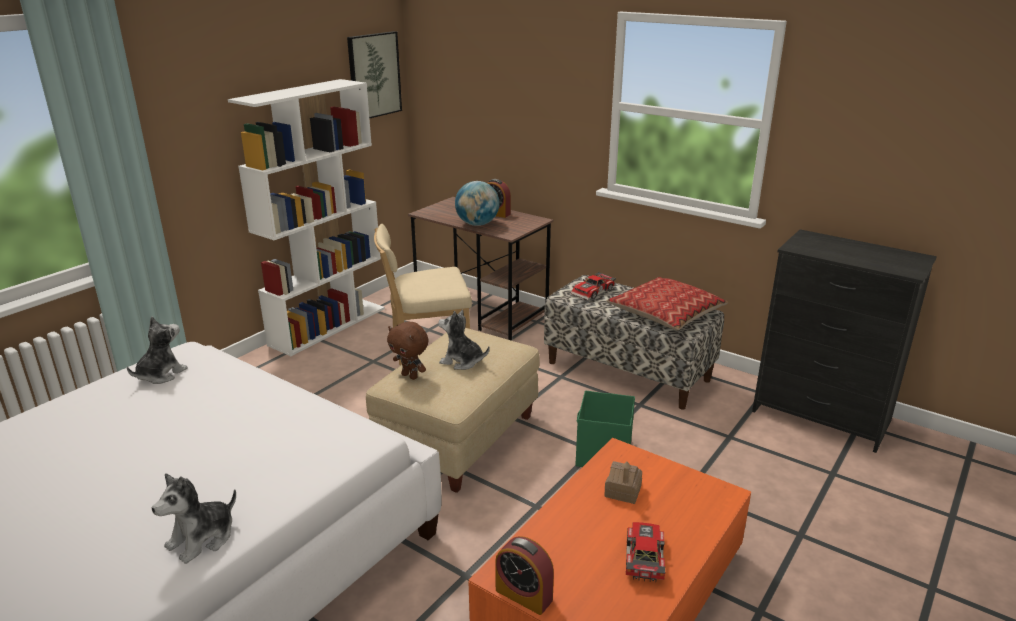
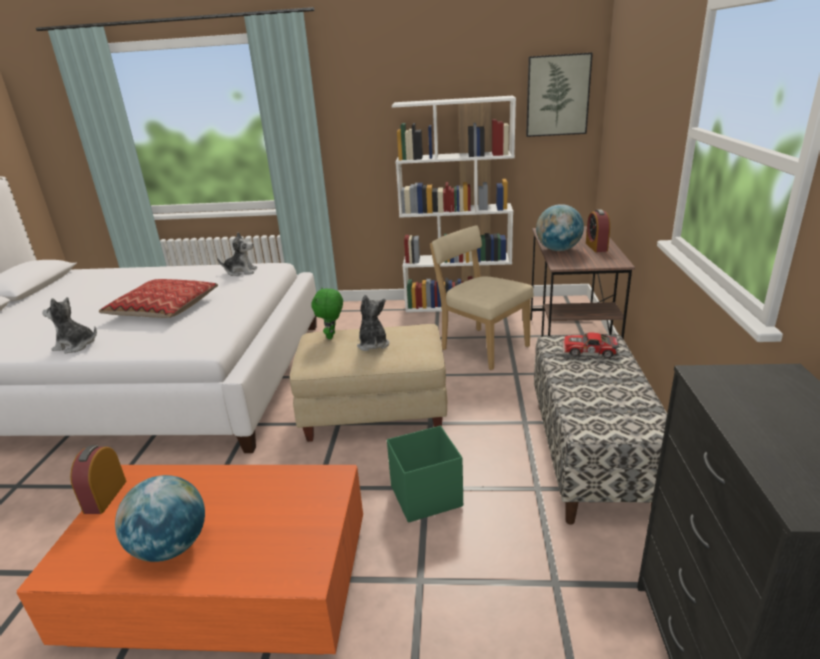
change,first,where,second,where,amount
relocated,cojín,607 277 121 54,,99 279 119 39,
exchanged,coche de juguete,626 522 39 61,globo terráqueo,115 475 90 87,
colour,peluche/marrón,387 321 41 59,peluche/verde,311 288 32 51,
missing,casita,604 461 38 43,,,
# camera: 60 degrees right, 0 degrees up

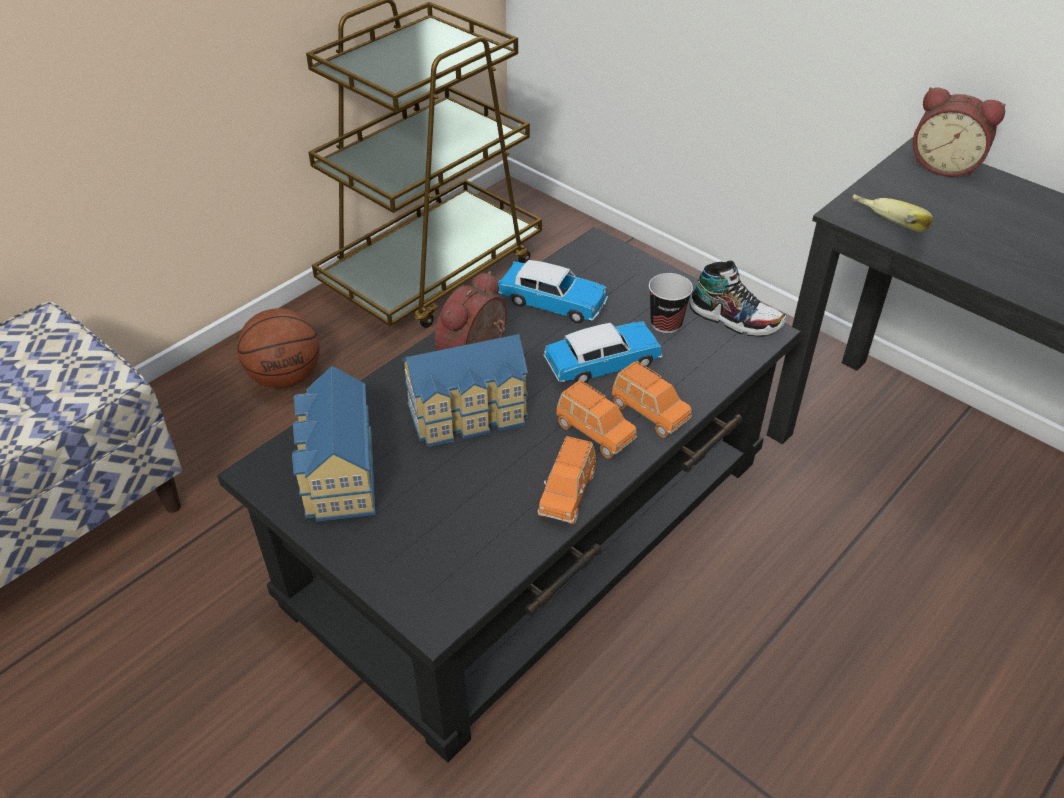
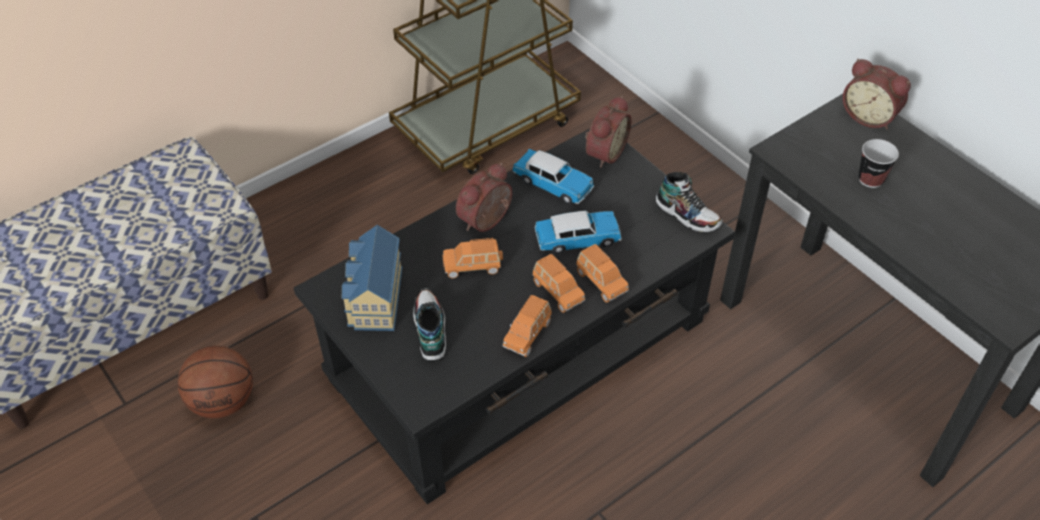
change,first,where,second,where,amount
relocated,balón de baloncesto,237 308 83 80,,178 346 75 72,
appeared,,,zapato,413 289 33 73,
exchanged,casita,402 334 126 113,coche de juguete/naranja,443 238 60 40,
appeared,,,despertador,585 96 47 72,
relocated,taza,649 273 44 60,,858 139 41 49,
missing,plátano,852 194 81 38,,,
# camera: 10 degrees right, 5 degrees up

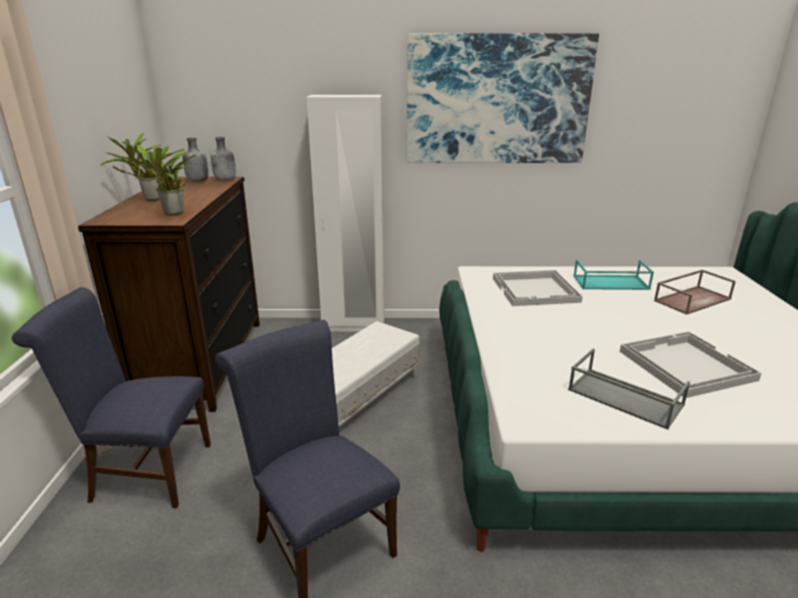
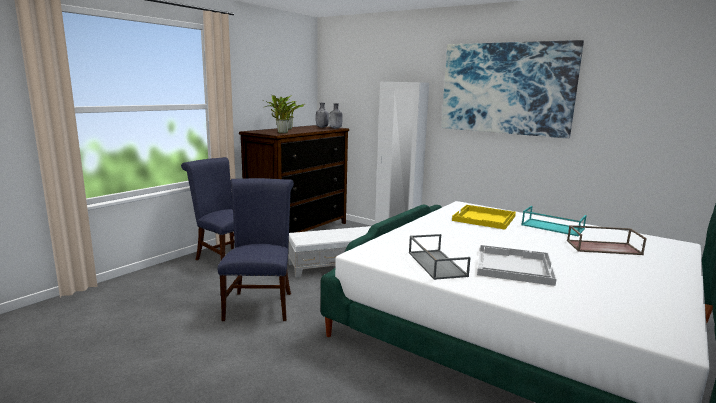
change,first,where,second,where,amount
colour,bandeja/blanco,493 270 90 36,bandeja/amarillo,452 205 64 24,
# camera: 35 degrees right, 10 degrees down

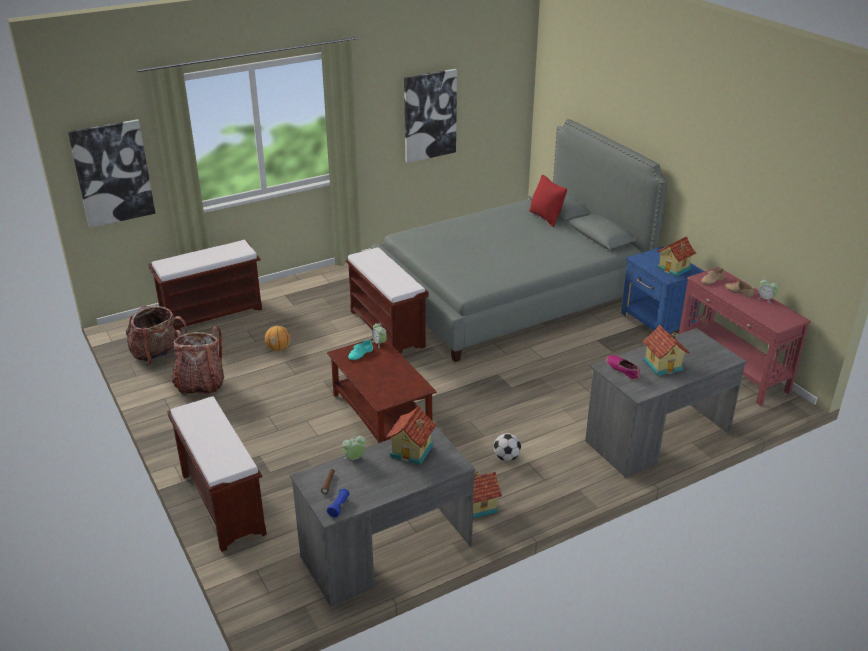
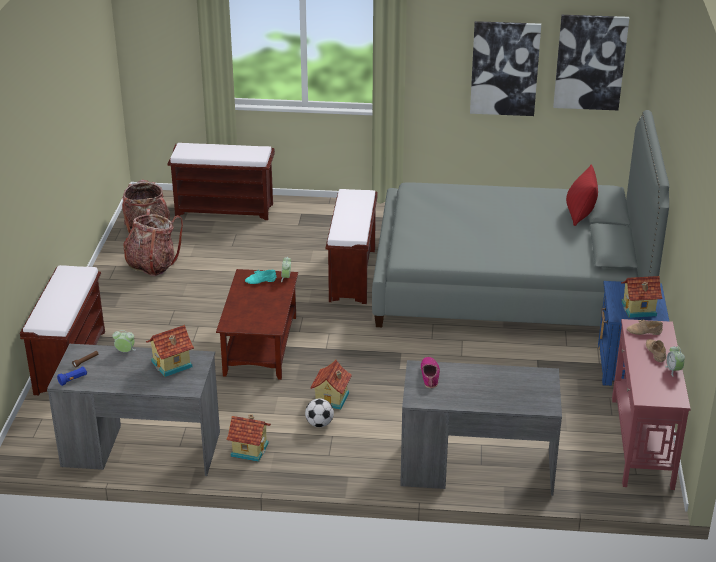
change,first,where,second,where,amount
relocated,casita,642 325 48 51,,310 360 42 50,
relocated,cuadro,68 119 87 109,,553 15 76 95,
missing,balón de baloncesto,265 326 26 25,,,
# camera: 35 degrees right, 0 degrees up

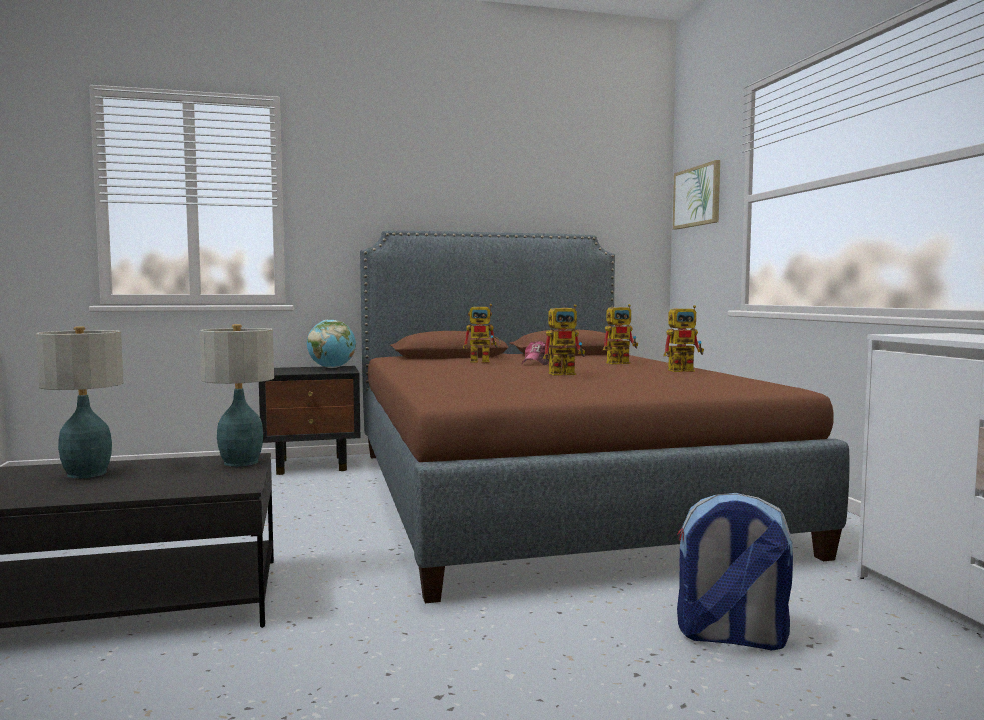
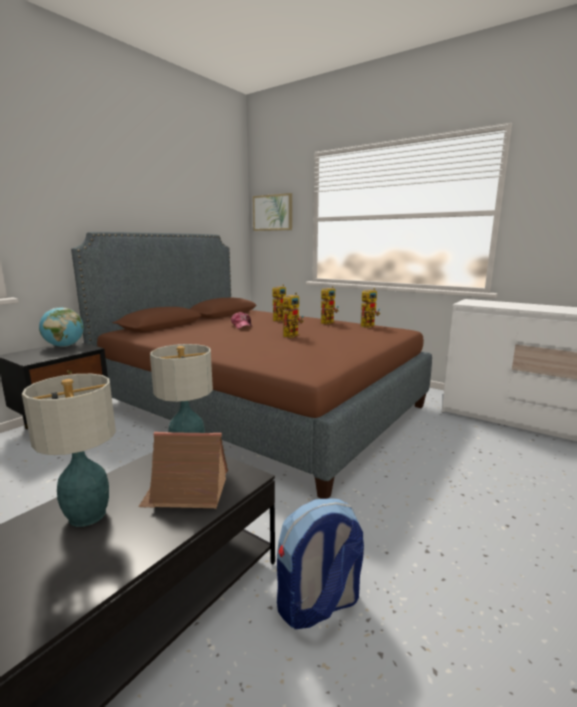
change,first,where,second,where,amount
appeared,,,casita,139 432 89 77,
relocated,mochila,677 493 116 157,,277 498 87 131,
relocated,robot de juguete,463 304 38 58,,361 288 19 40,
# camera: 40 degrees left, 10 degrees up

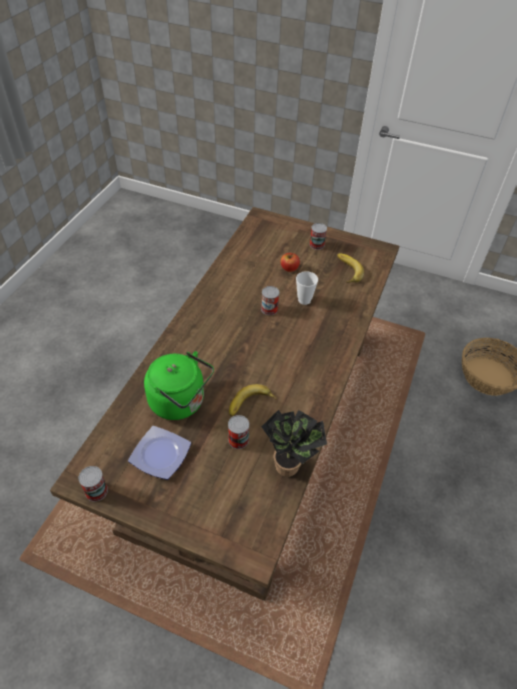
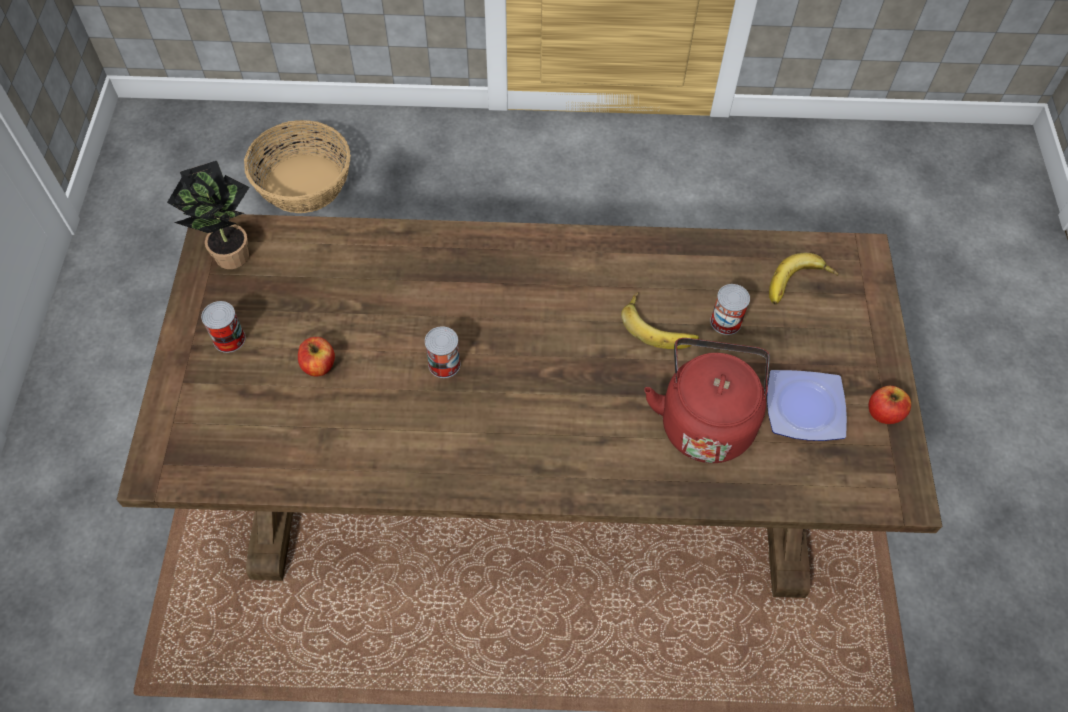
change,first,where,second,where,amount
relocated,planta en maceta,261 410 66 67,,167 161 82 108,
colour,hervidor/verde,144 351 70 69,hervidor/rojo,644 338 126 125,
relocated,plátano,337 253 27 30,,769 253 70 52,
appeared,,,manzana,868 386 43 38,
missing,lata,79 466 29 36,,,
missing,taza,296 271 22 34,,,
# camera: 110 degrees left, 10 degrees up

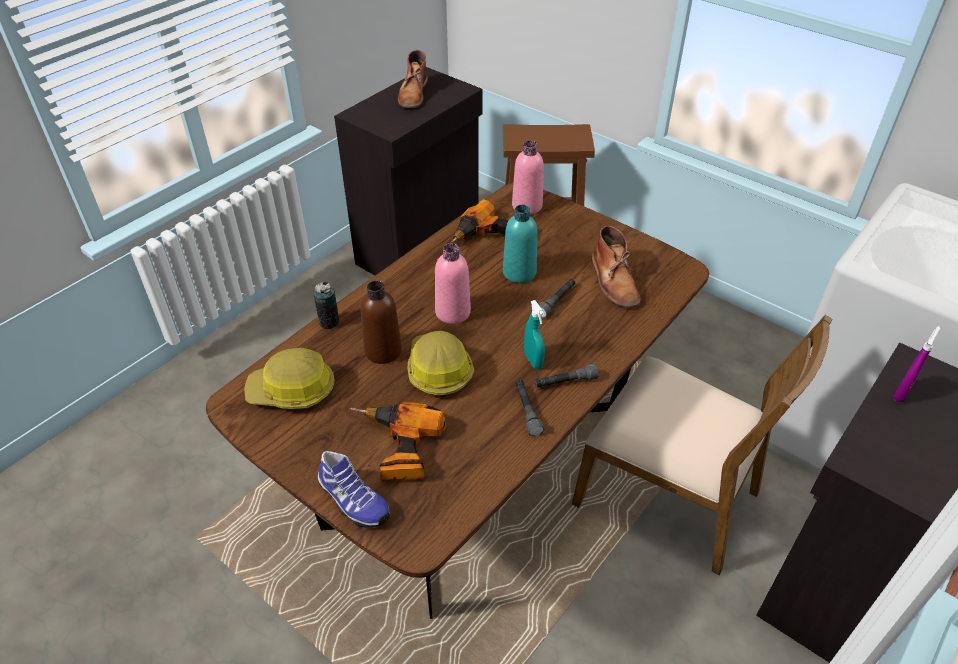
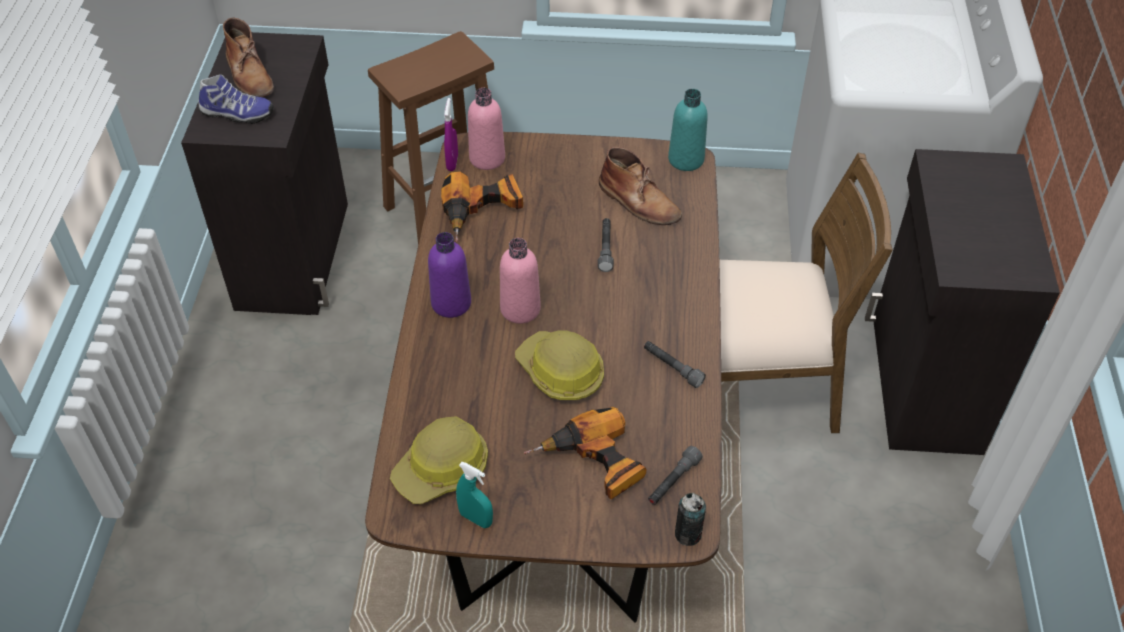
change,first,where,second,where,amount
relocated,zapato,318 451 72 77,,198 74 76 50,
appeared,,,botella/morado,428 232 43 86,
relocated,pulverizador/morado,893 326 48 76,,444 98 14 73,
relocated,pulverizador/turquesa,524 300 21 69,,456 462 37 66,
relocated,linterna/gris,534 364 65 24,,648 446 55 59,
relocated,botella/turquesa,503 205 34 78,,668 89 40 82,
relocated,lata,313 282 26 47,,675 493 31 53,
missing,botella/marrón,360 281 42 83,,,
# camera: 35 degrees left, 5 degrees up

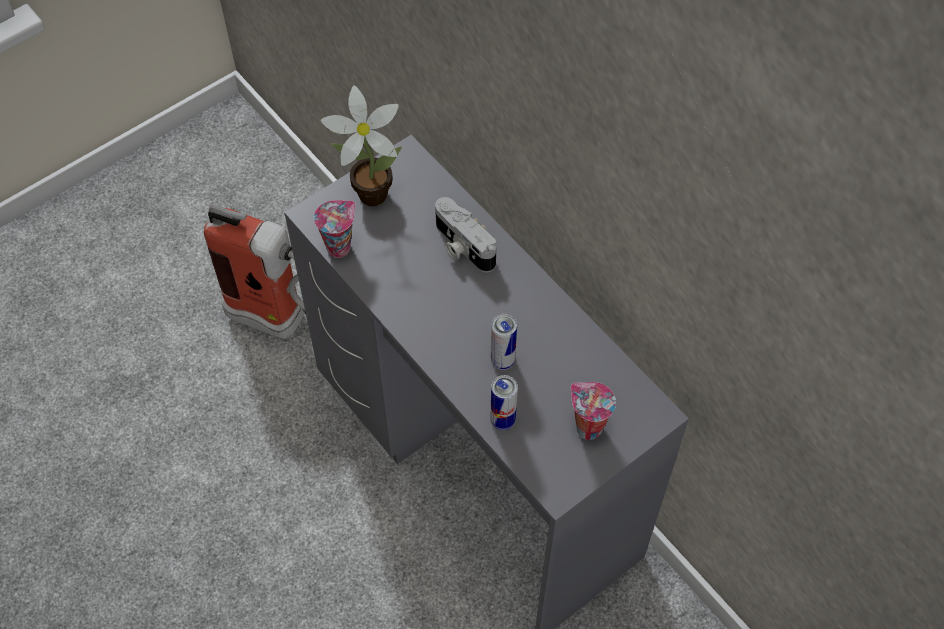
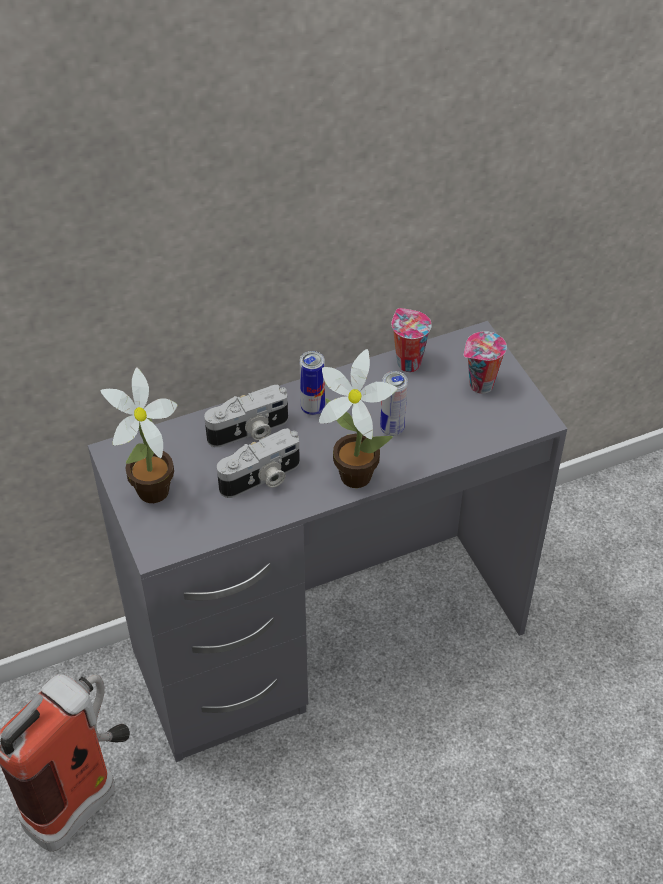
change,first,where,second,where,amount
appeared,,,cámara,217 428 83 70,
relocated,lata,490 375 28 55,,300 351 25 65,
appeared,,,planta en maceta,319 349 79 139,
relocated,taza,314 200 41 58,,391 308 41 64,
# camera: 75 degrees left, 10 degrees down

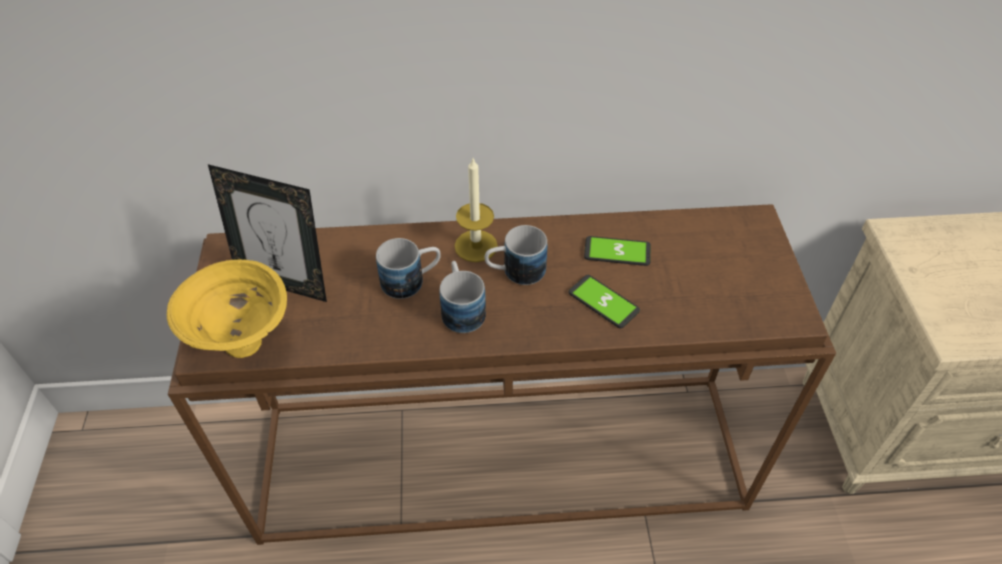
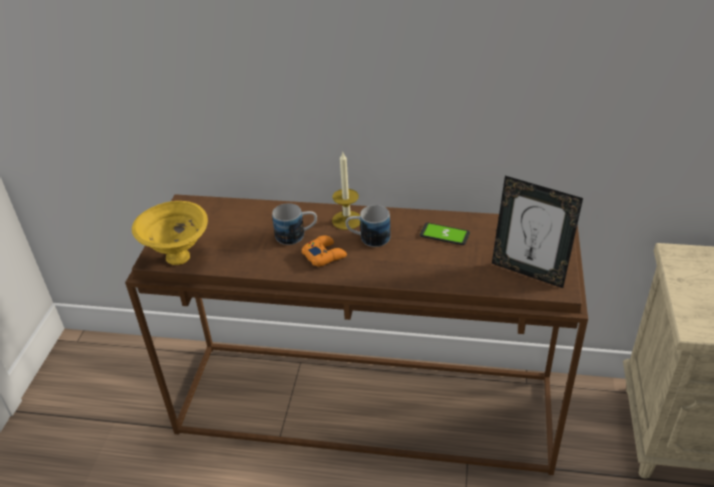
change,first,where,second,where,amount
exchanged,taza grande,440 261 46 72,mando de consola/naranja,301 235 46 32,
relocated,portarretratos,208 164 119 138,,492 176 91 112,
missing,móvil,568 275 72 53,,,
# camera: 15 degrees right, 10 degrees down

